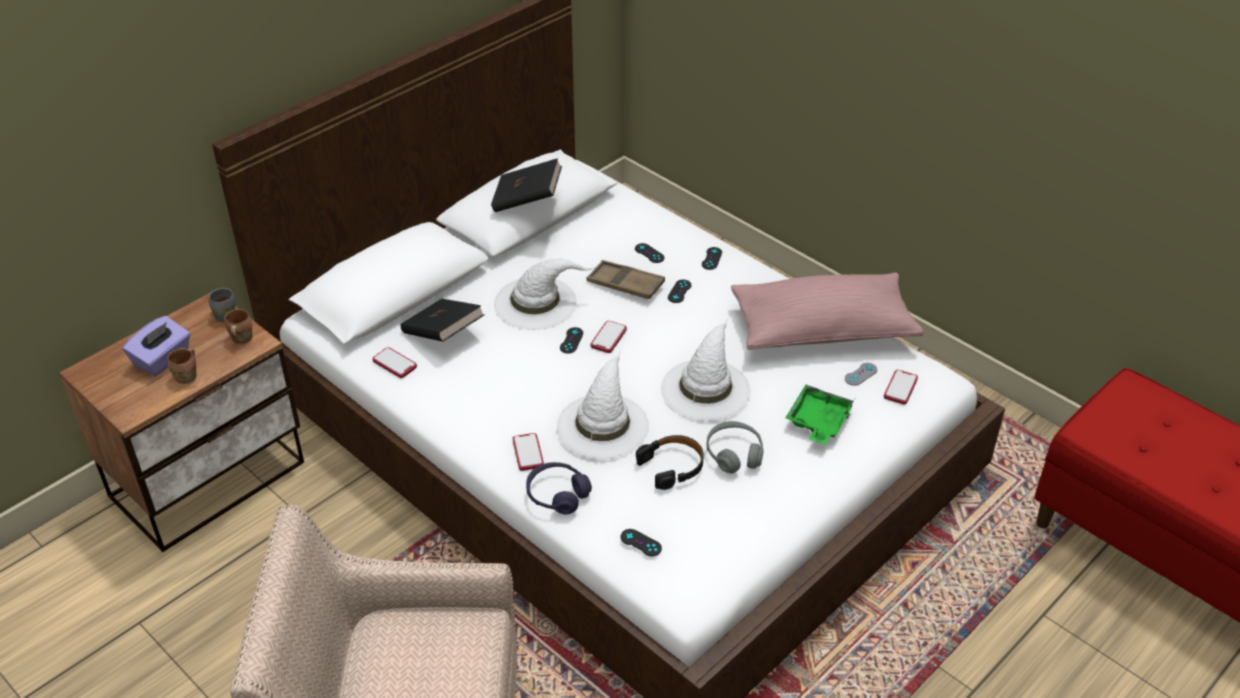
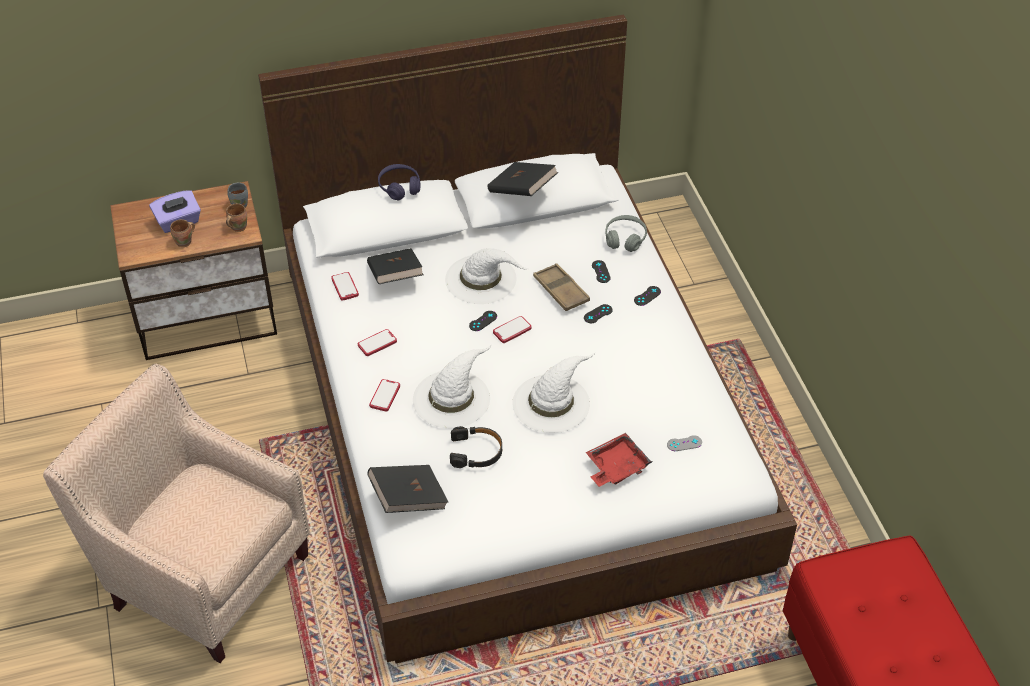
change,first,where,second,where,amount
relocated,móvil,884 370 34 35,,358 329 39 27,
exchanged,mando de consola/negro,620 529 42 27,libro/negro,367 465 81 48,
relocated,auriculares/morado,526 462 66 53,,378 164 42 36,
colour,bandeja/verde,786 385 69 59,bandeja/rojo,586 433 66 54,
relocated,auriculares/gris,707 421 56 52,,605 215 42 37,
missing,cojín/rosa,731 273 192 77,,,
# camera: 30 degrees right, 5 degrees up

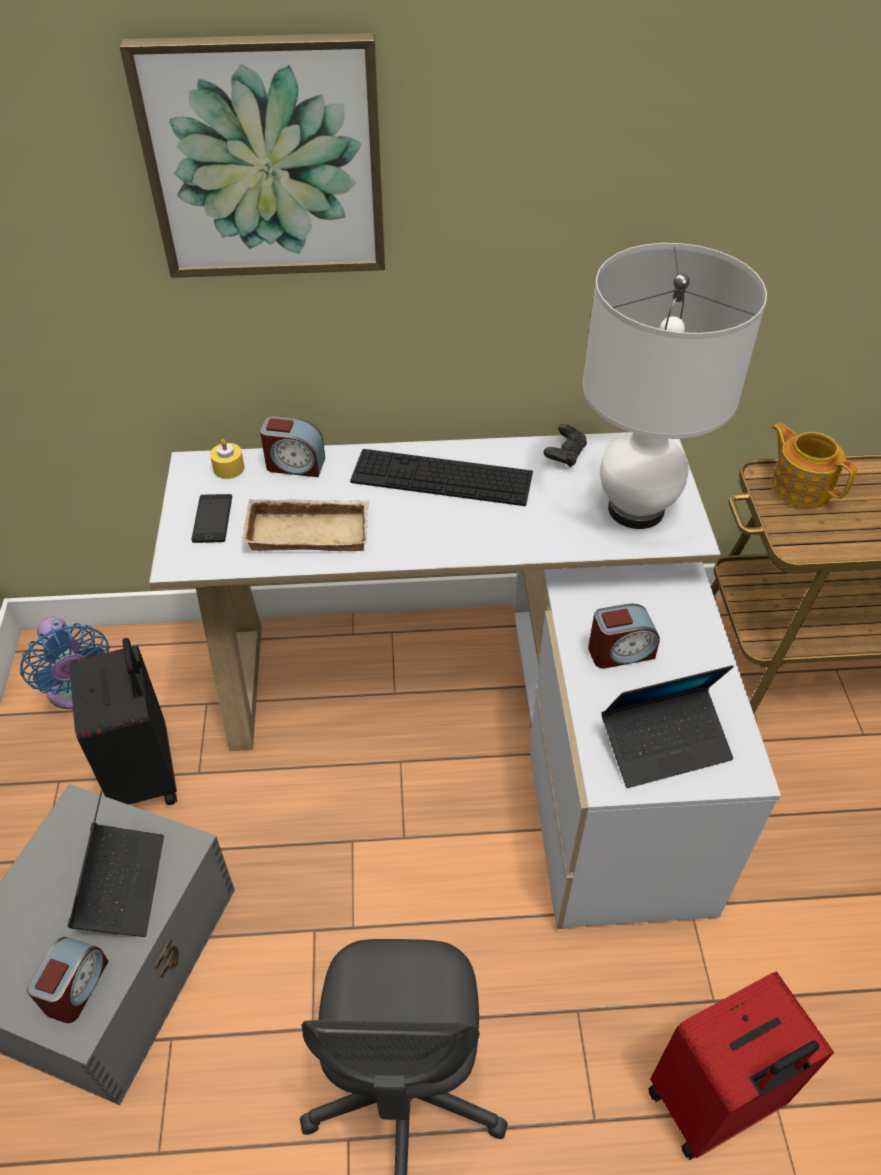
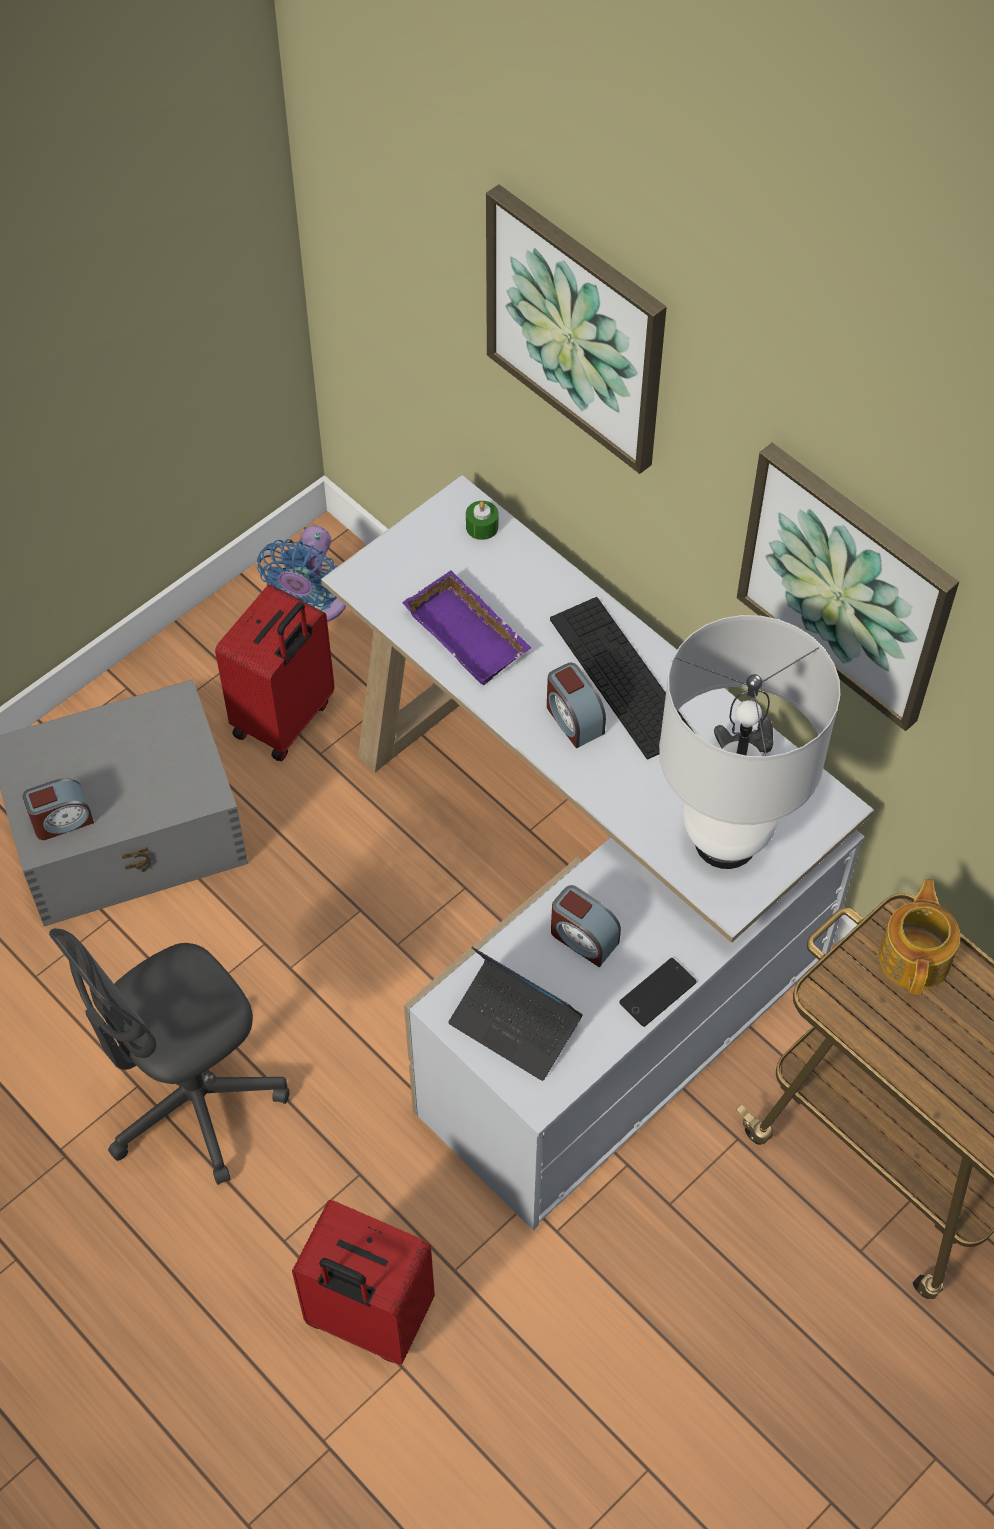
change,first,where,second,where,amount
colour,maleta/negro,69 638 108 167,maleta/rojo,215 584 120 177,
colour,bandeja/beis,242 499 127 52,bandeja/morado,402 570 130 115,
colour,vela/amarillo,210 439 35 40,vela/verde,466 501 32 39,
relocated,despertador,260 416 65 61,,547 663 59 85,
relocated,móvil,191 494 41 49,,619 958 78 69,
appeared,,,cuadro,737 443 222 288,
missing,portátil,68 790 96 147,,,
# camera: 50 degrees right, 10 degrees up

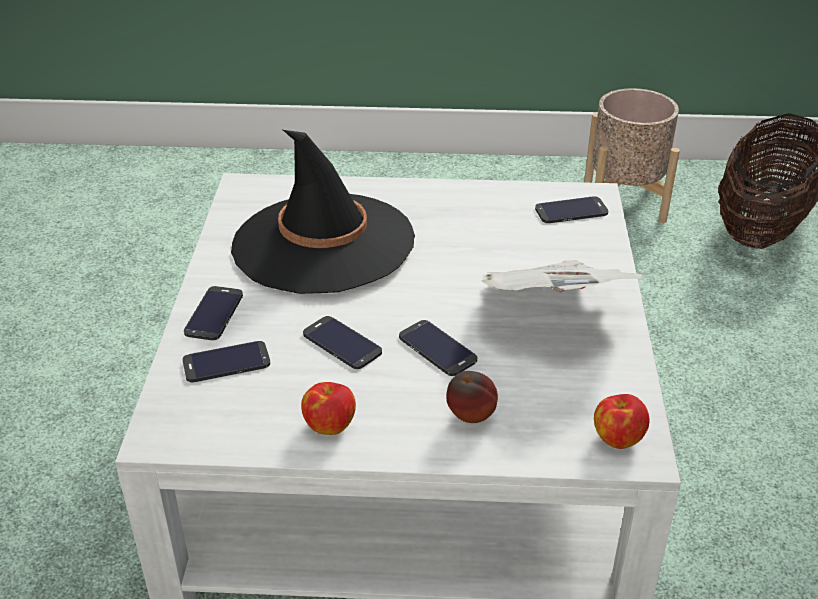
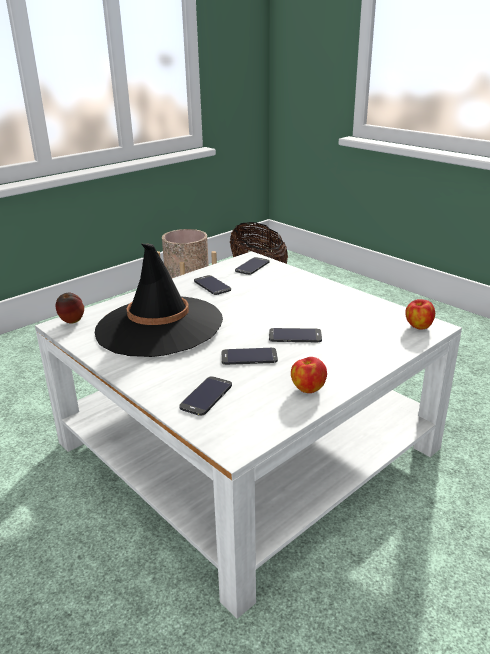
change,first,where,second,where,amount
relocated,manzana,447 371 51 52,,56 293 28 30,
relocated,móvil,184 286 59 54,,194 275 37 20,
missing,periódico,481 260 162 32,,,
# camera: 45 degrees left, 10 degrees down

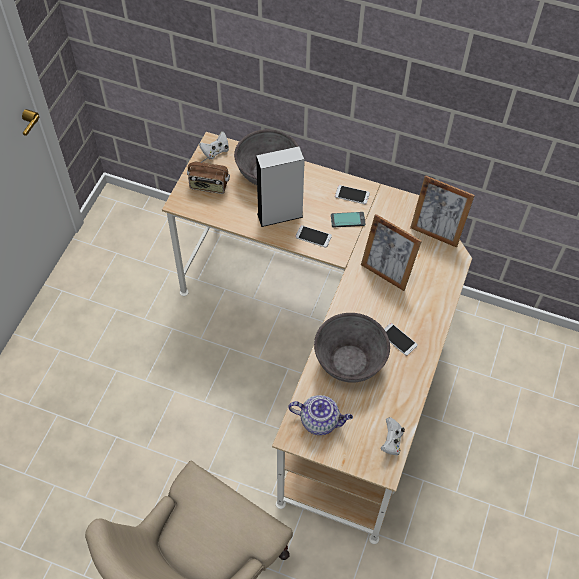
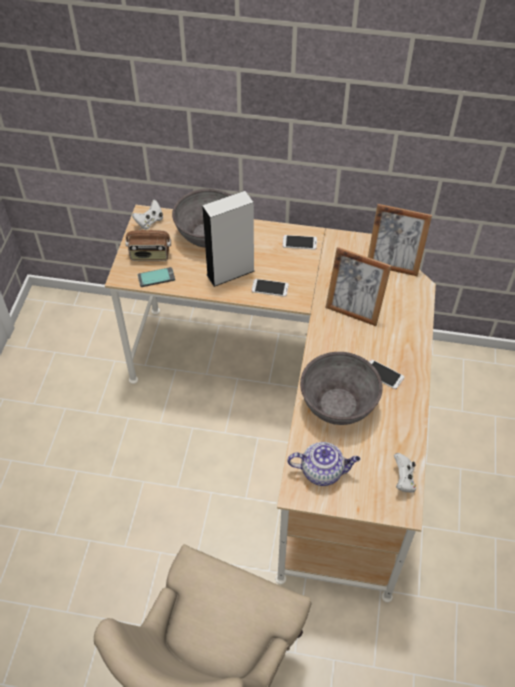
change,first,where,second,where,amount
relocated,móvil,331 212 35 16,,138 267 37 20,
# camera: 10 degrees left, 5 degrees down

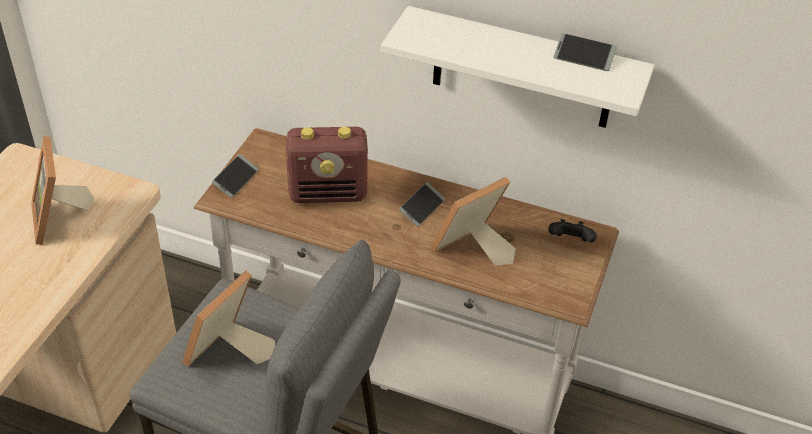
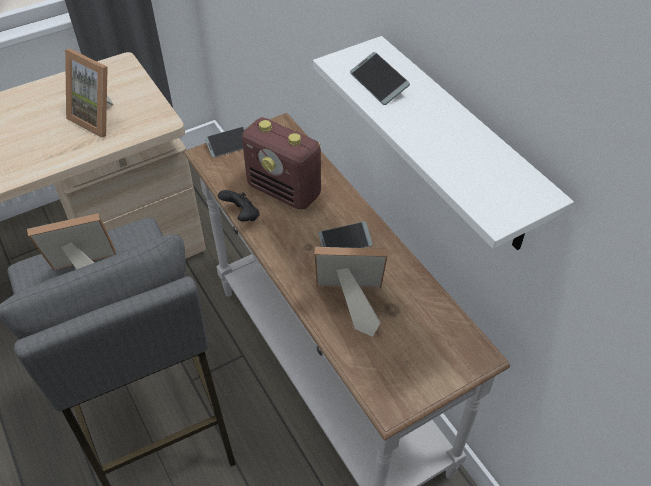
change,first,where,second,where,amount
spun,portarretratos,31 136 63 109,,65 49 48 89,75 degrees counterclockwise
relocated,mando de consola/negro,548 219 49 23,,218 190 42 32,
relocated,móvil,554 33 63 38,,350 52 60 53,
# camera: 40 degrees right, 5 degrees up

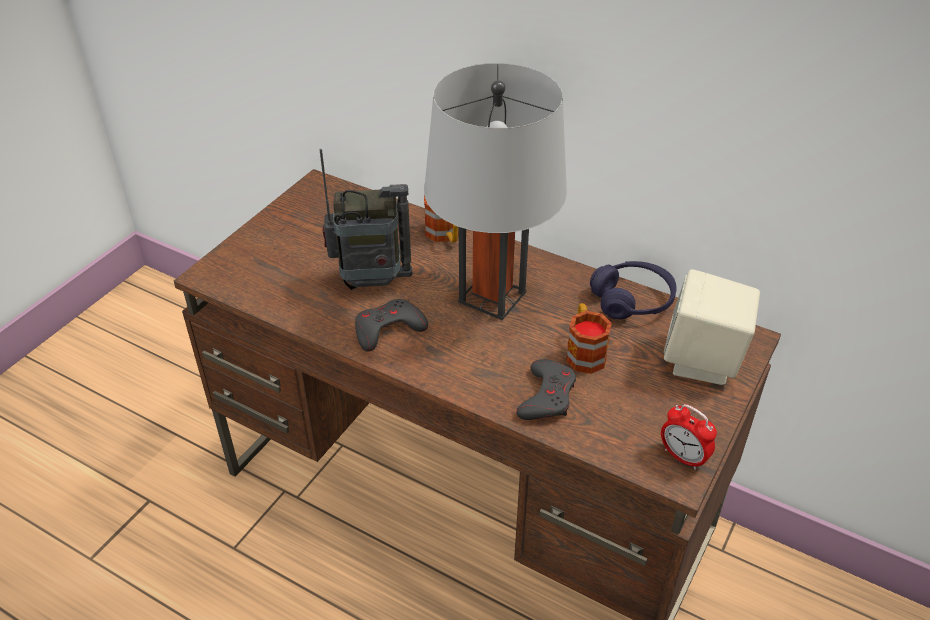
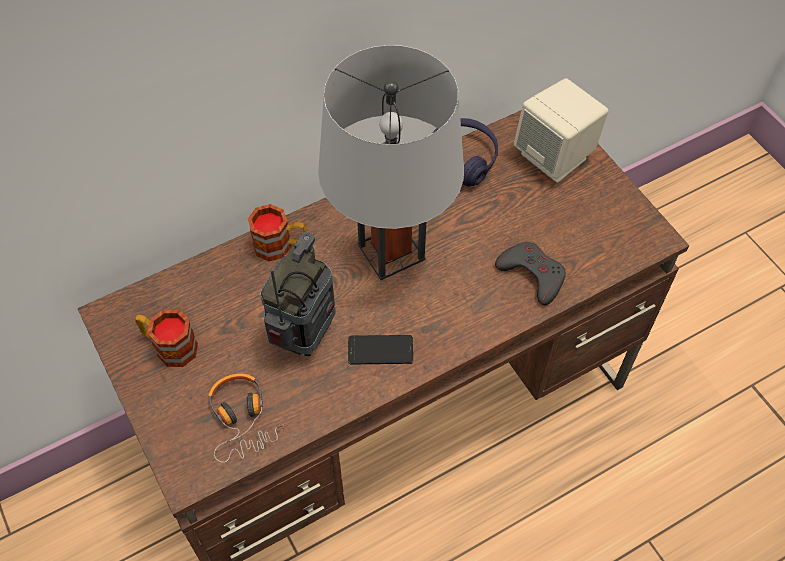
change,first,where,second,where,amount
relocated,taza grande,566 303 46 71,,135 310 63 57,
appeared,,,auriculares,209 373 77 90,
exchanged,mando de consola/gris,355 299 73 53,móvil,348 335 65 29,
missing,despertador,661 404 56 66,,,
# camera: 60 degrees left, 15 degrees up

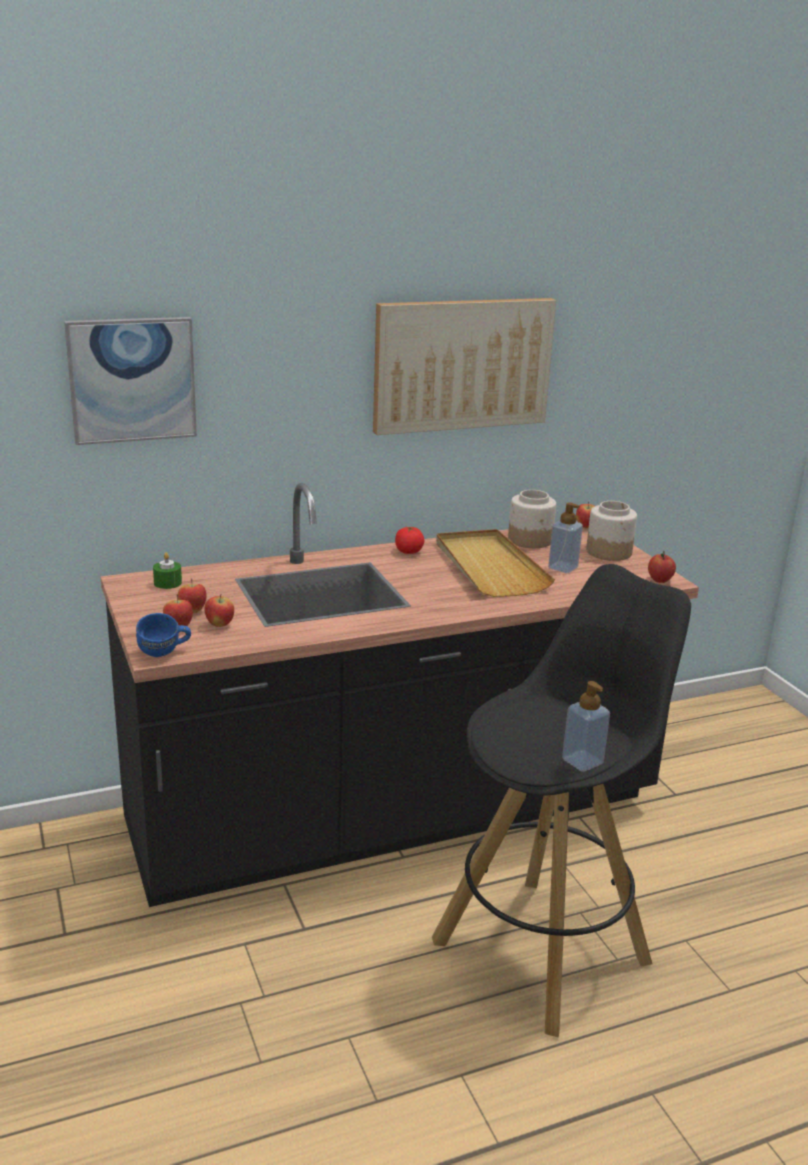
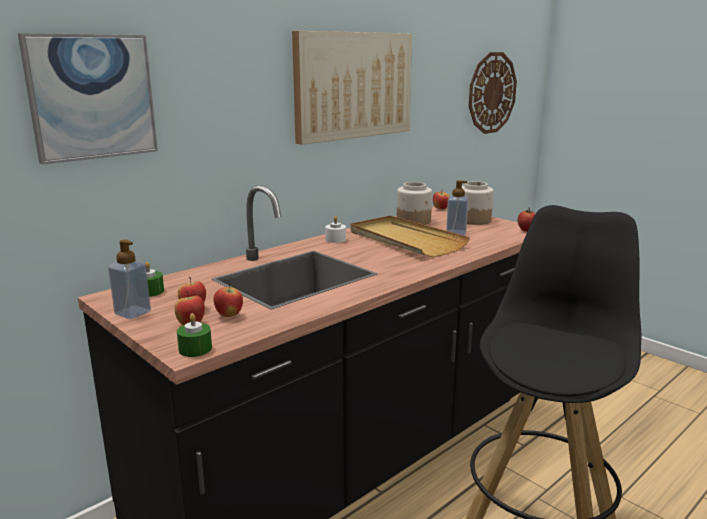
change,first,where,second,where,amount
relocated,dispensador de jabón,562 681 48 91,,108 240 43 79,
exchanged,taza grande/azul,136 613 55 44,vela/verde,177 313 35 44,
exchanged,tomate,395 527 29 27,vela/blanco,325 216 21 27,
appeared,,,reloj de pared,469 52 48 82,
# camera: 20 degrees left, 5 degrees down

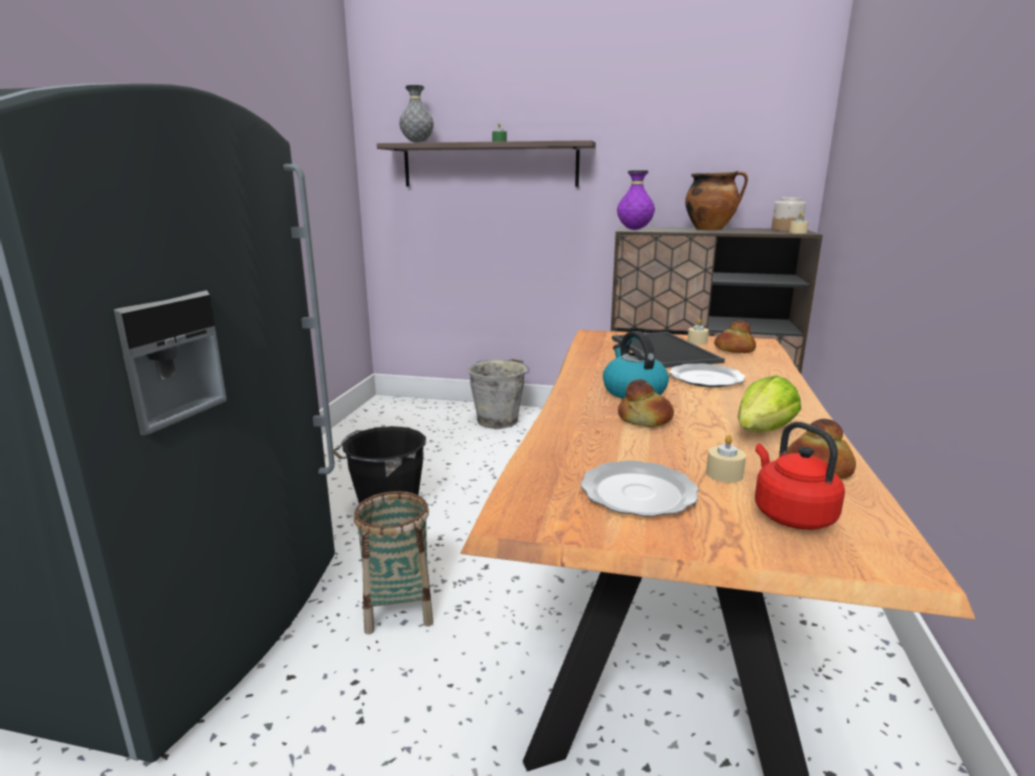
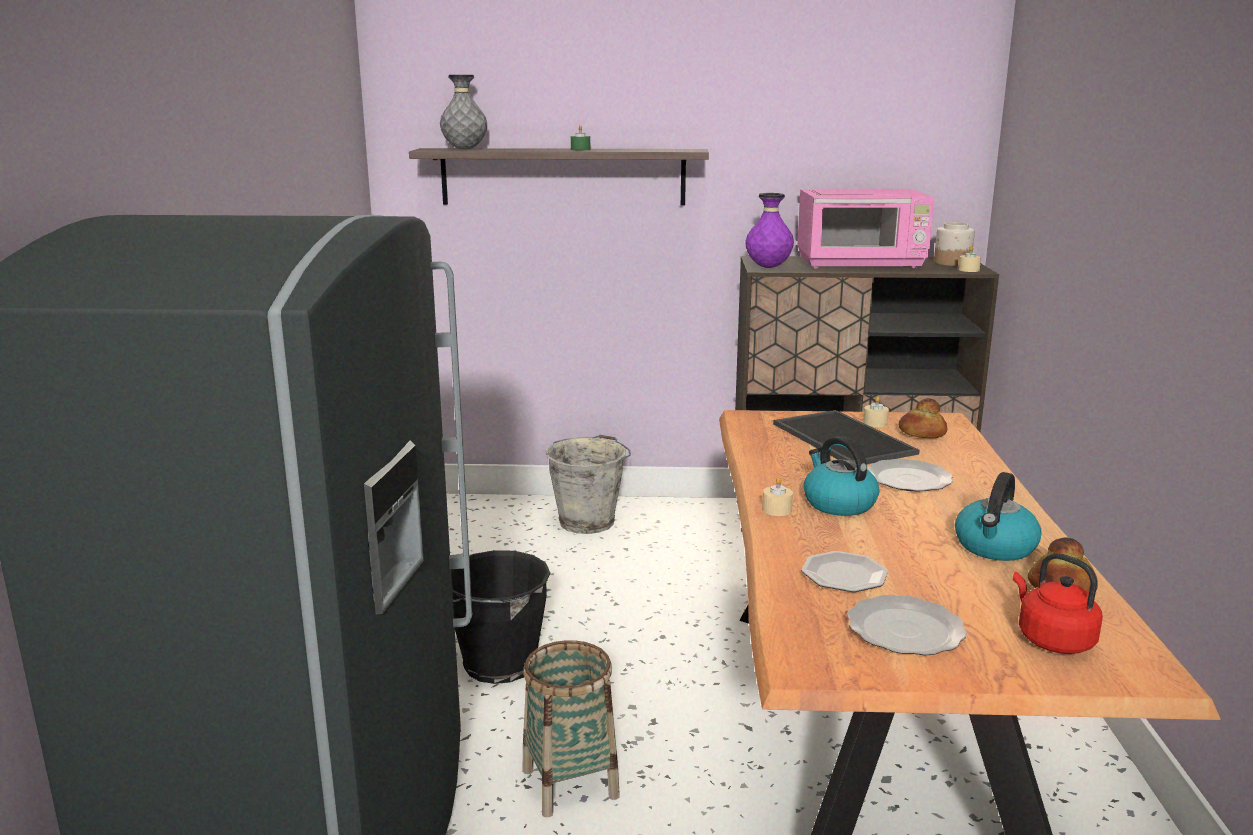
change,first,where,second,where,amount
relocated,vela/beis,706 435 40 48,,762 477 31 39,
exchanged,olla,685 171 63 59,microondas/rosa,797 189 137 79,
appeared,,,plato,801 551 87 41,
exchanged,lechuga,738 375 63 58,hervidor,955 472 87 89,
missing,pan,618 379 56 48,,,
# camera: 10 degrees left, 0 degrees up

